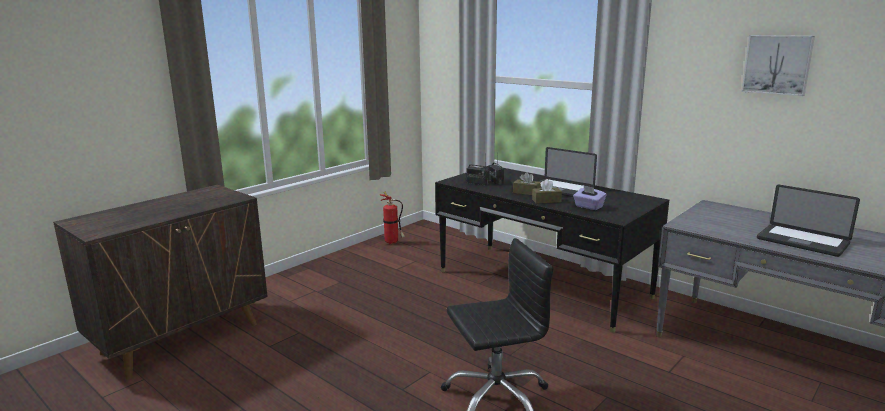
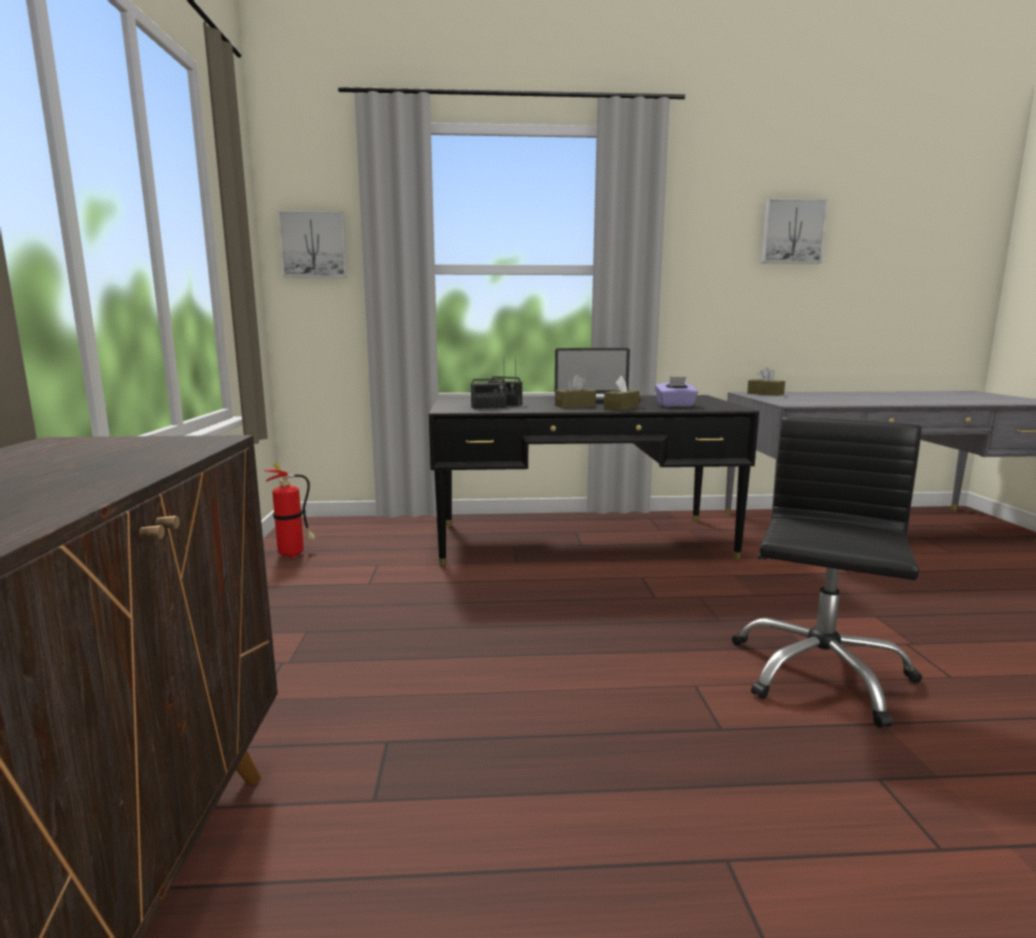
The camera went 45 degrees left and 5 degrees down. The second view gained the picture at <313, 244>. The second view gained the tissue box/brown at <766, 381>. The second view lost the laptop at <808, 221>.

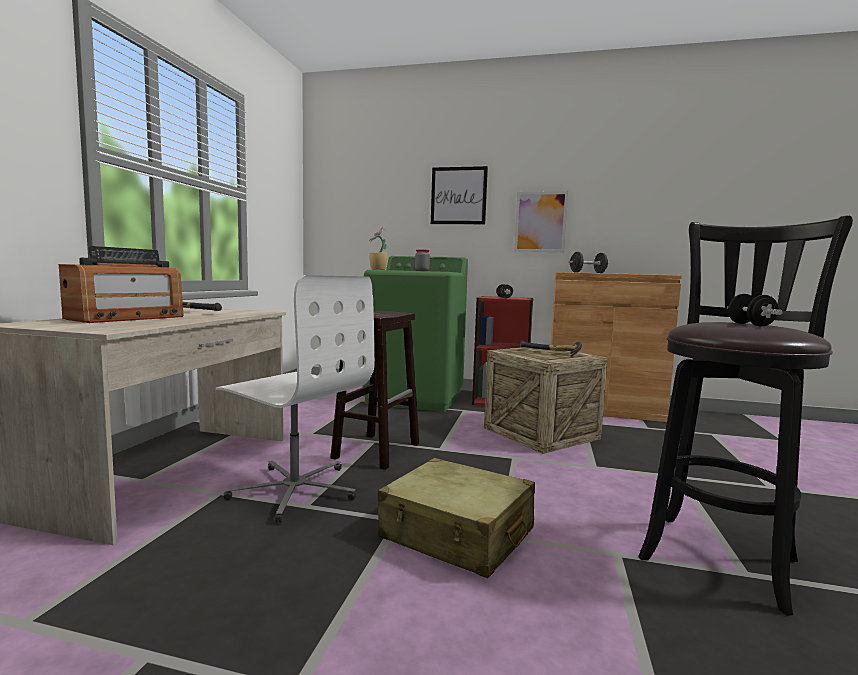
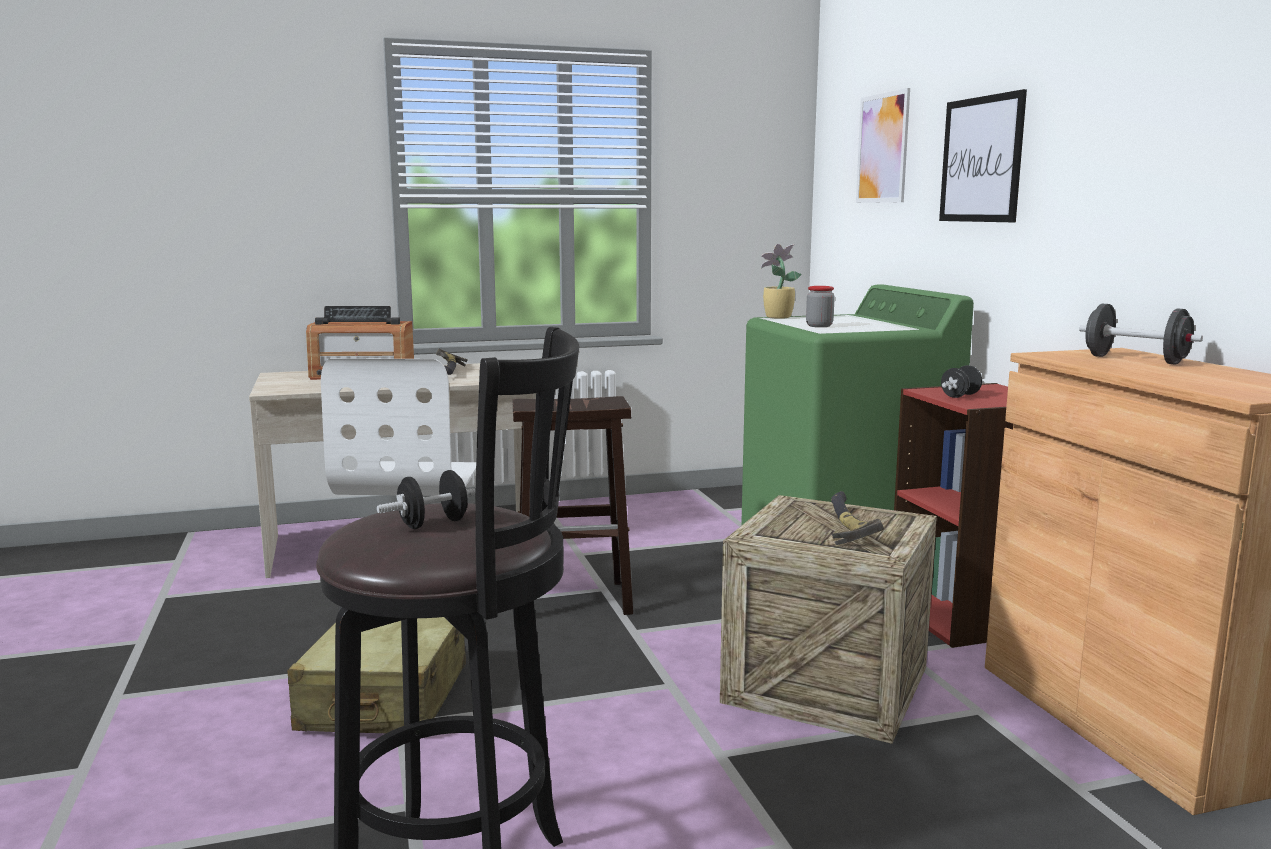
The camera went 60 degrees right and 5 degrees up. The picture ended up elsewhere, having gone from <541, 221> to <883, 145>.

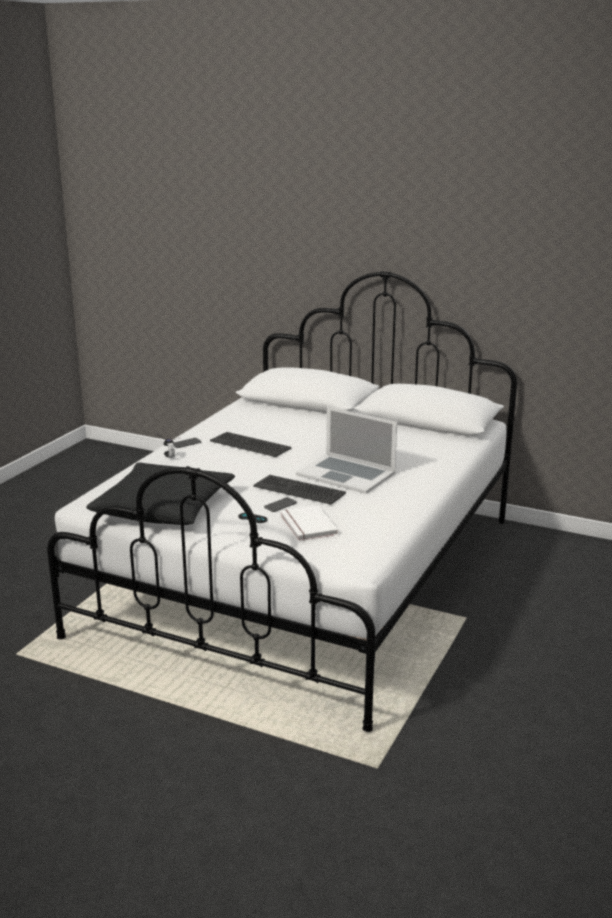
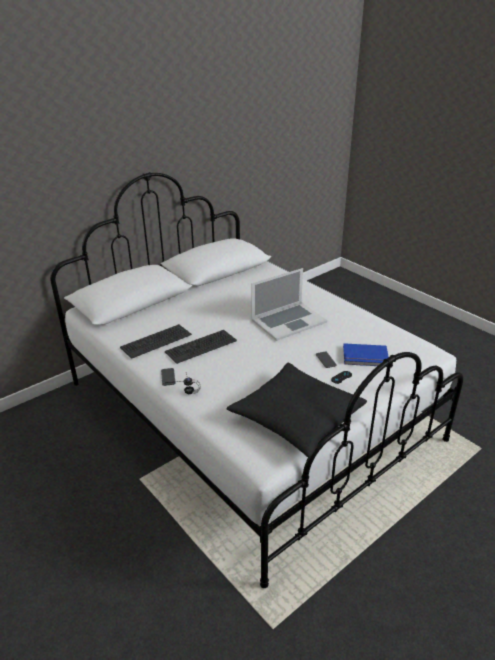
The camera went 65 degrees left and 10 degrees up. The keyboard ended up elsewhere, having gone from <299, 490> to <156, 341>. What was the book/white at <309, 523> turned into the book/blue at <366, 354>.

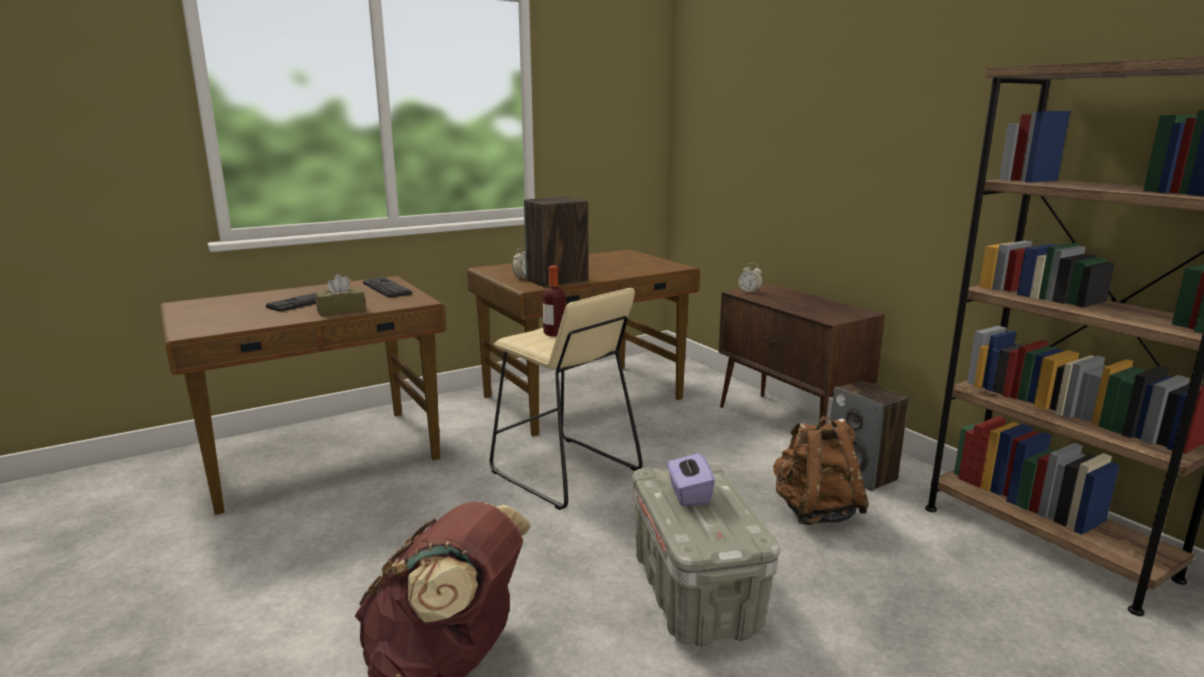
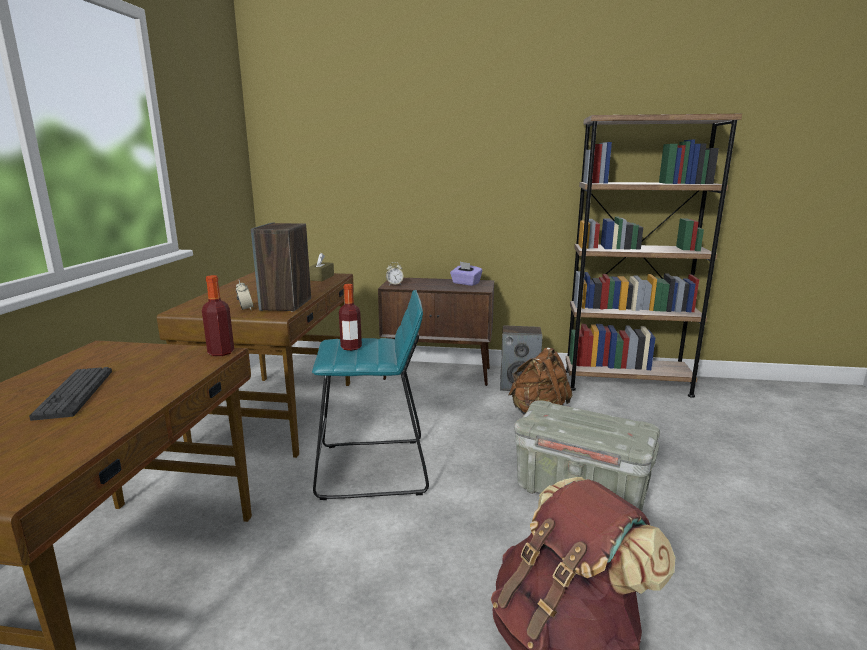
The camera went 50 degrees left and 0 degrees up. The second view gained the bottle at <218, 315>. The tissue box/brown ended up elsewhere, having gone from <340, 295> to <321, 267>. What was the stool/beige at <566, 399> turned into the stool/turquoise at <370, 395>. The tissue box/purple ended up elsewhere, having gone from <691, 478> to <466, 274>. The second view lost the keyboard at <387, 287>.

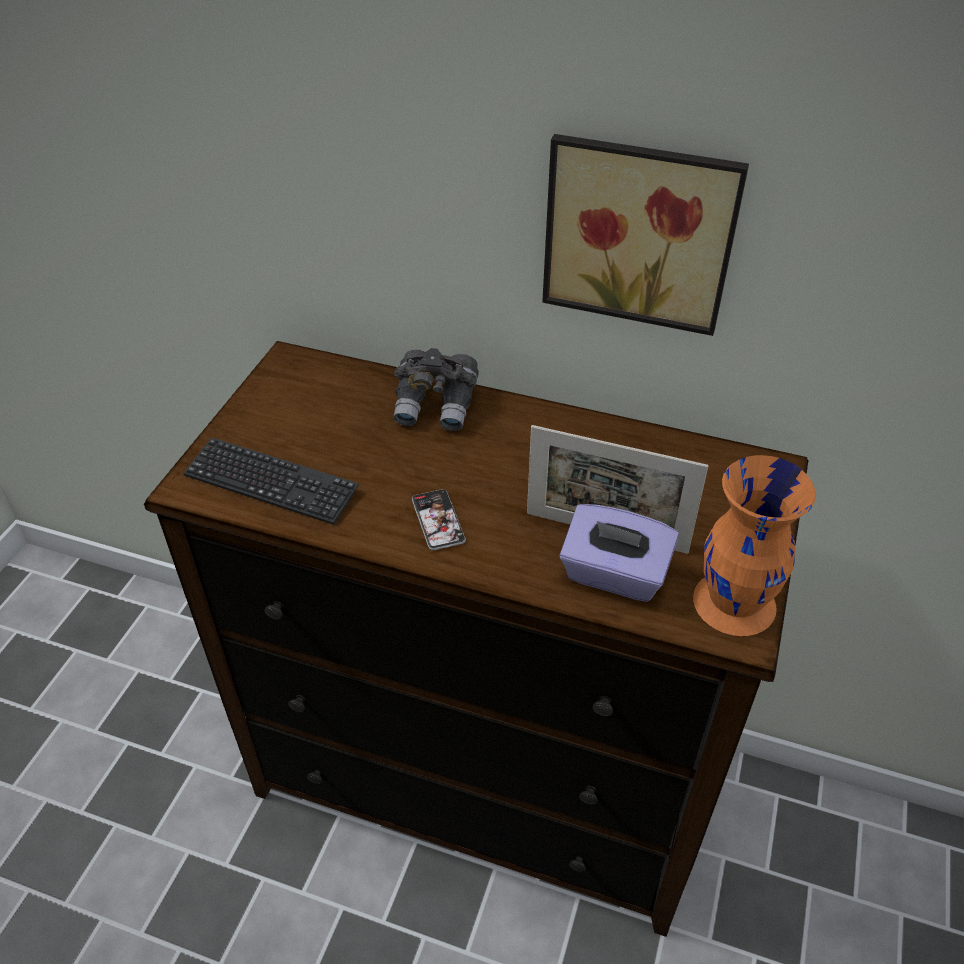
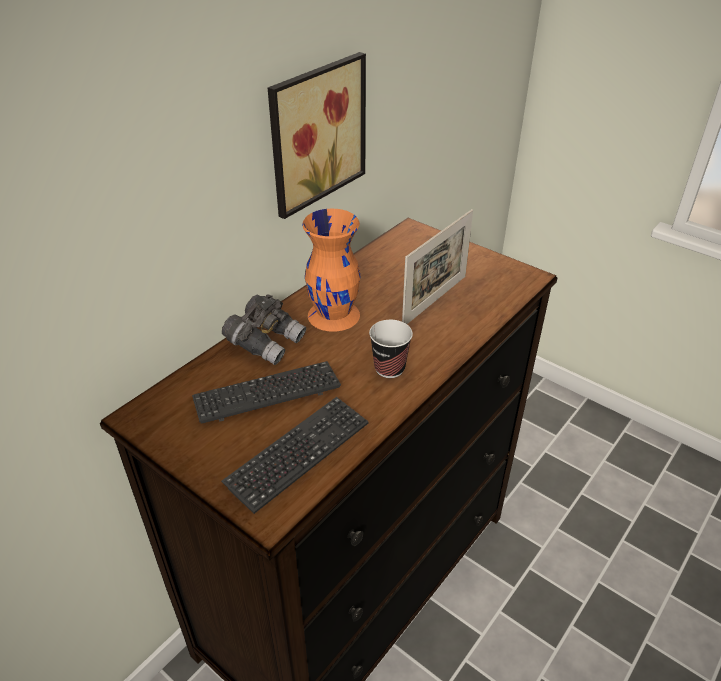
The camera went 70 degrees left and 5 degrees down. The second view gained the keyboard at <266, 392>. The vase/orange ended up elsewhere, having gone from <754, 545> to <331, 270>. Where the phone stood at <439, 519>, the cup came to stand at <391, 349>. The second view lost the tissue box/purple at <619, 553>.

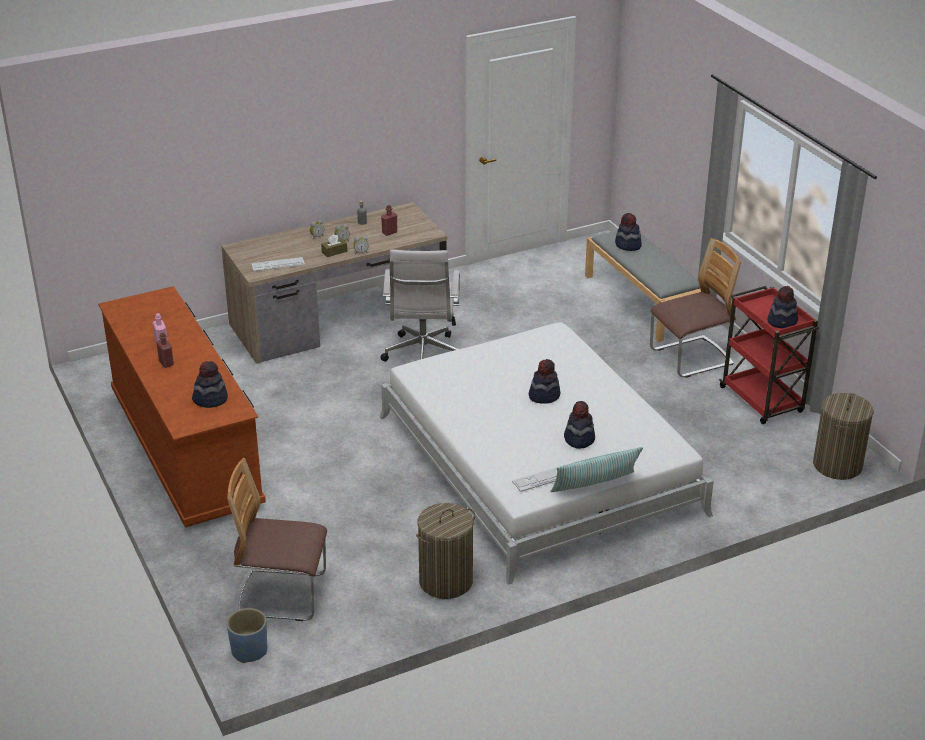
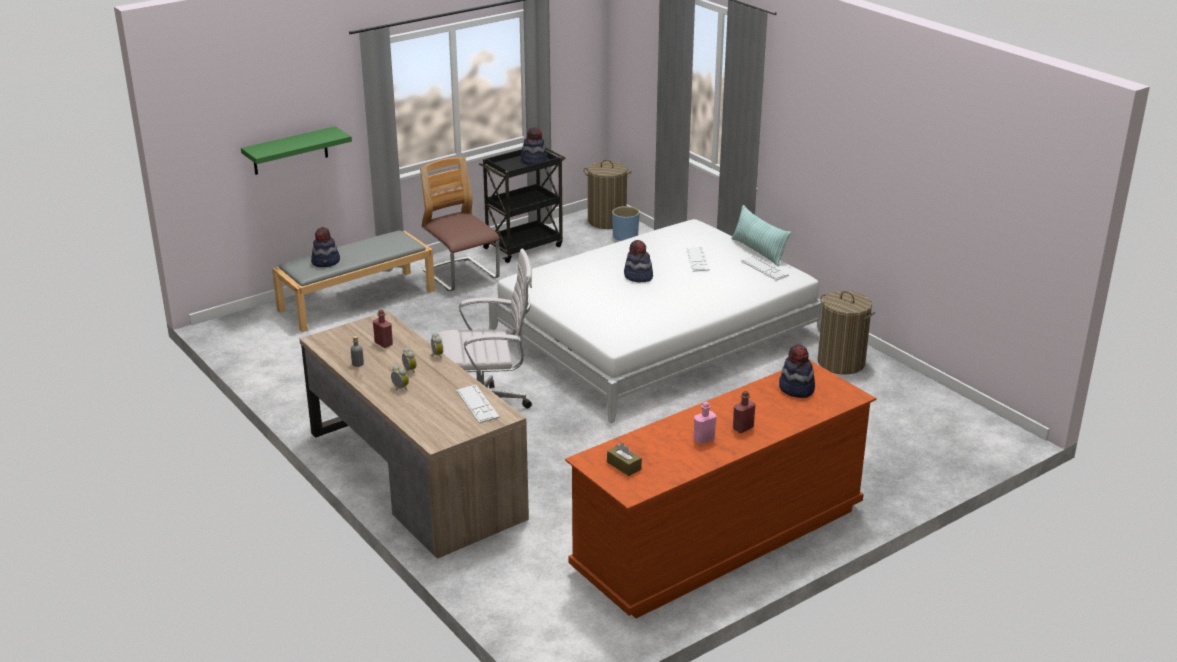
The camera went 100 degrees left and 5 degrees down. The second view gained the shelf/green at <296, 150>. What was the cart/red at <769, 355> turned into the cart/black at <522, 205>. The tissue box/brown ended up elsewhere, having gone from <334, 245> to <624, 459>. The planter/blue ended up elsewhere, having gone from <247, 635> to <626, 223>. Where the hat stood at <579, 425>, the keyboard came to stand at <698, 259>. The second view lost the chair at <277, 539>.

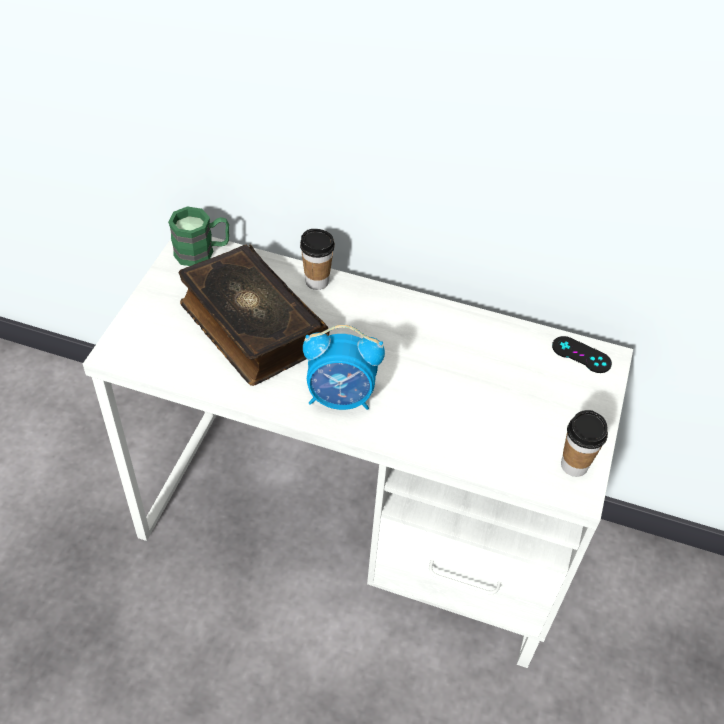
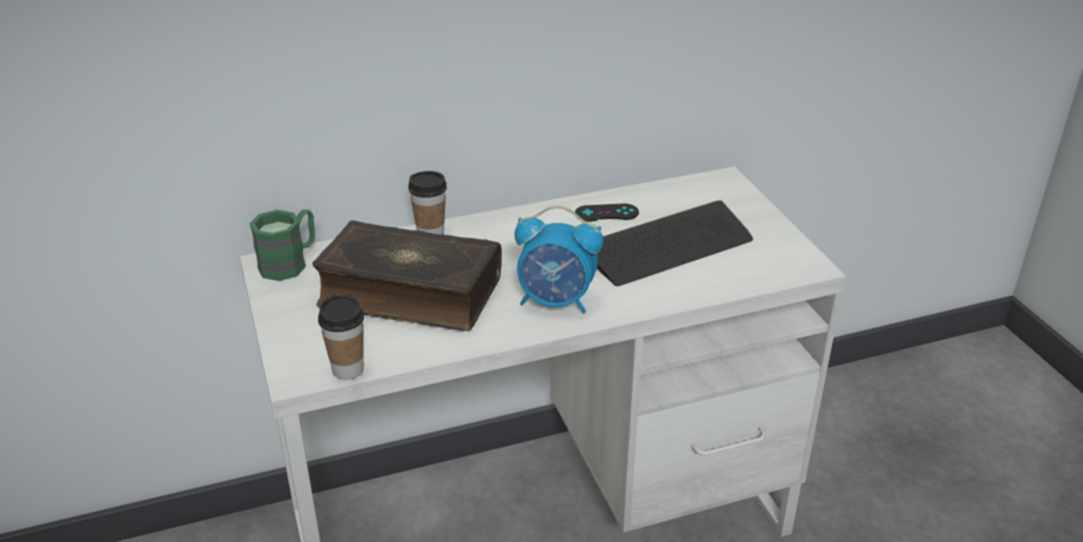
The camera went 35 degrees left and 15 degrees down. The cup ended up elsewhere, having gone from <584, 443> to <341, 337>. The alarm clock at <344, 367> ended up facing another way, 45 degrees clockwise from before. The game controller/black ended up elsewhere, having gone from <582, 354> to <607, 212>. The second view gained the keyboard at <675, 243>.

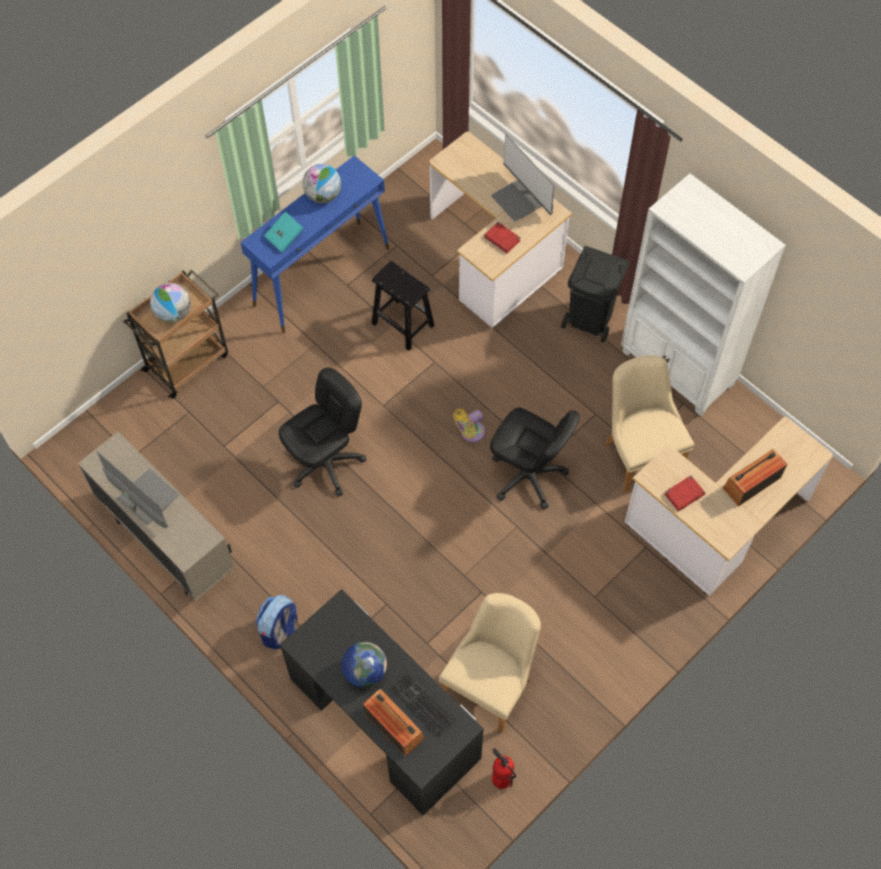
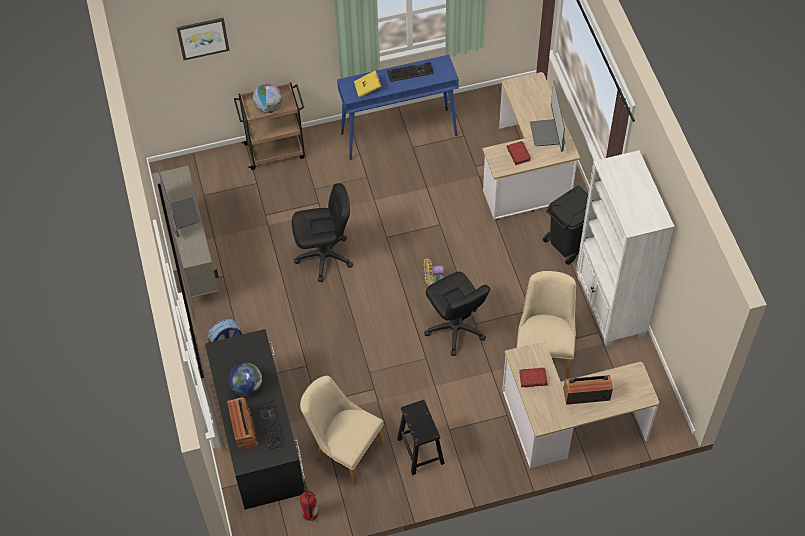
The camera went 30 degrees right and 5 degrees down. The second view gained the picture at <203, 38>. The chair/beige at <490, 663> ended up facing another way, 120 degrees counterclockwise from before. What was the book/turquoise at <284, 232> turned into the book/yellow at <367, 84>. Where the globe stood at <321, 183>, the keyboard came to stand at <410, 72>. The stool/black ended up elsewhere, having gone from <403, 306> to <421, 437>.

